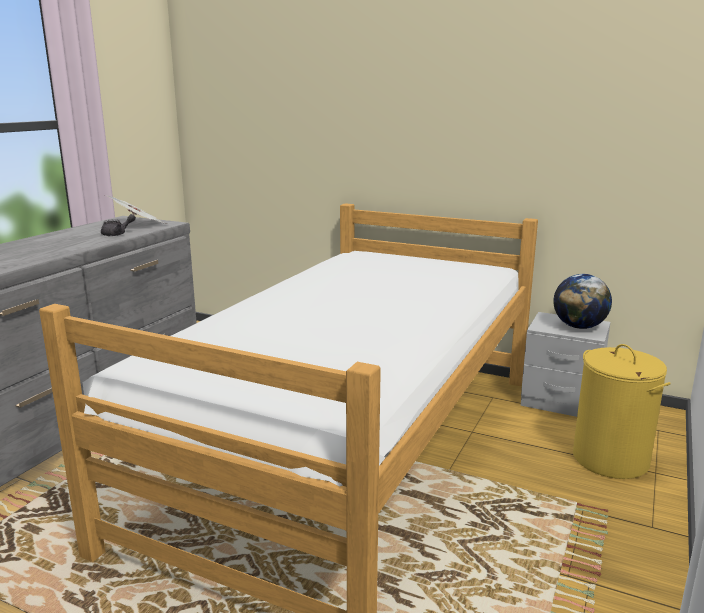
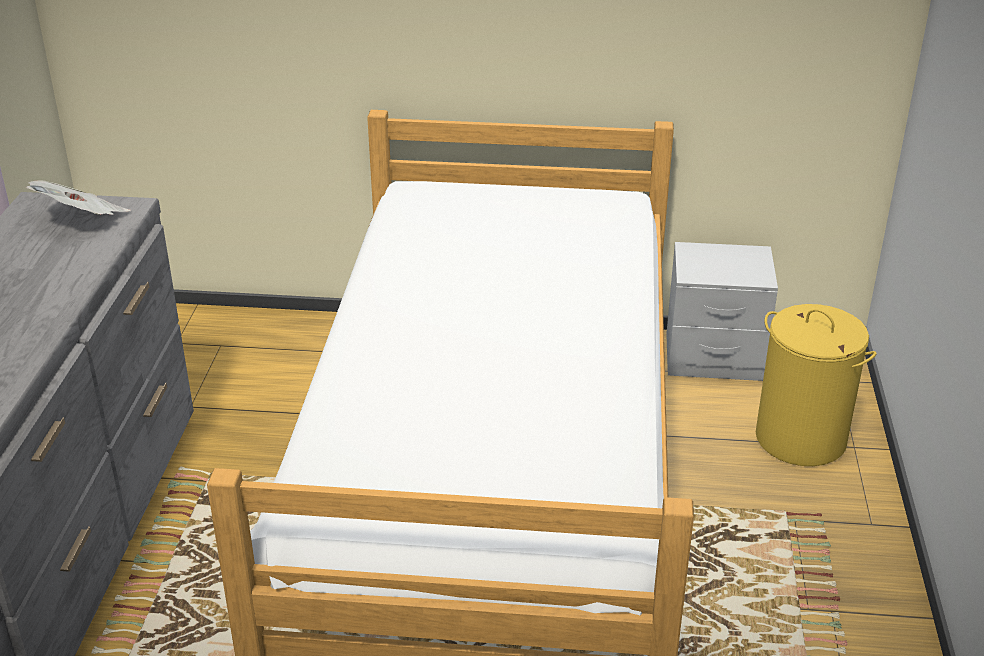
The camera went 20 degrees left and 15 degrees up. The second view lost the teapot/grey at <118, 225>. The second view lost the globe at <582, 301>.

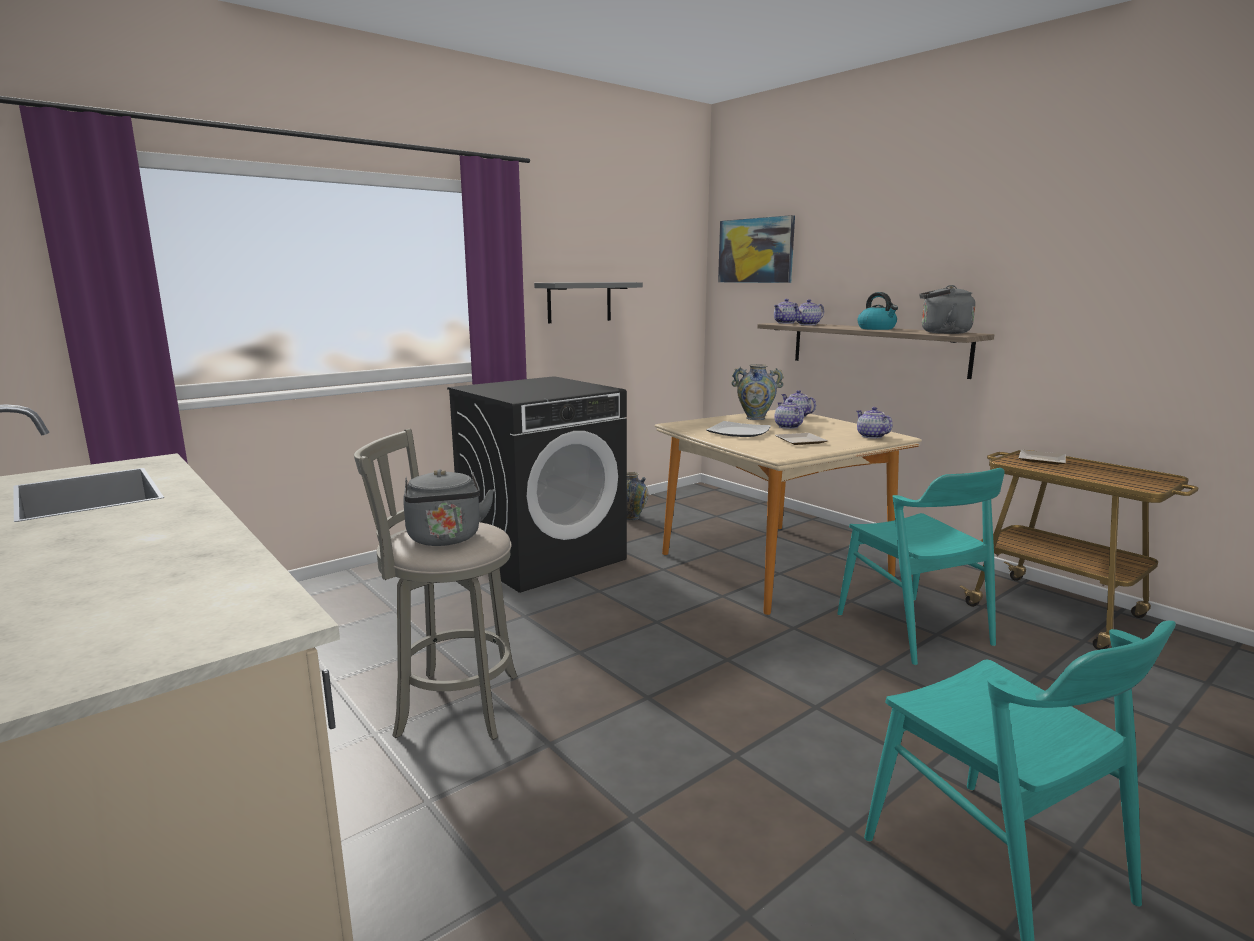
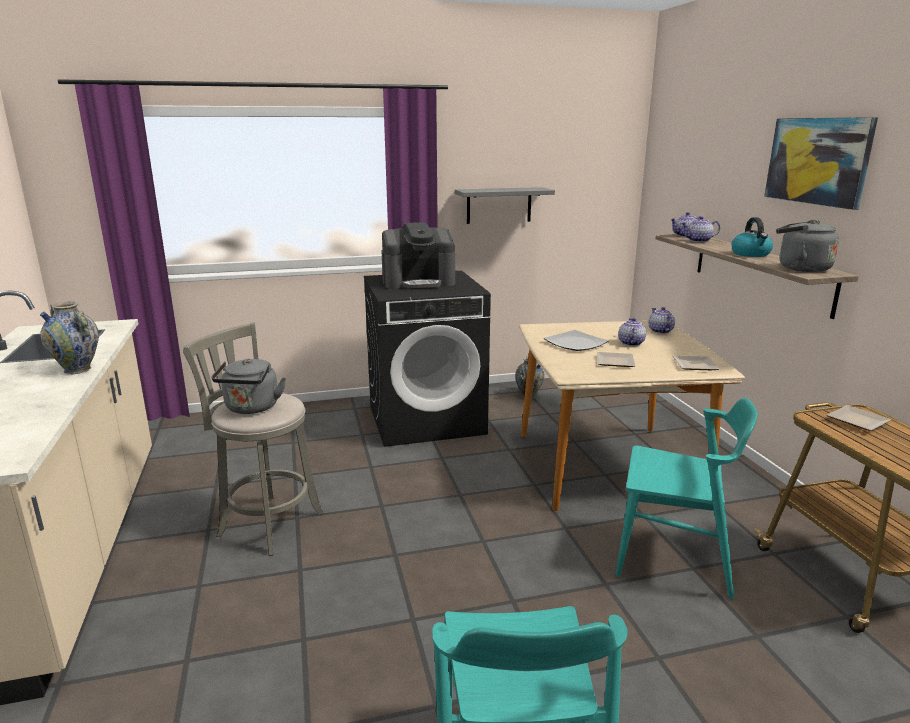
The camera went 25 degrees right and 5 degrees up. The vase ended up elsewhere, having gone from <758, 392> to <69, 338>. The second view gained the coffee machine at <418, 256>. The chair/turquoise at <921, 566> ended up facing another way, 75 degrees counterclockwise from before. Where the teapot stood at <875, 423>, the plate came to stand at <696, 363>. The picture ended up elsewhere, having gone from <756, 249> to <821, 163>.

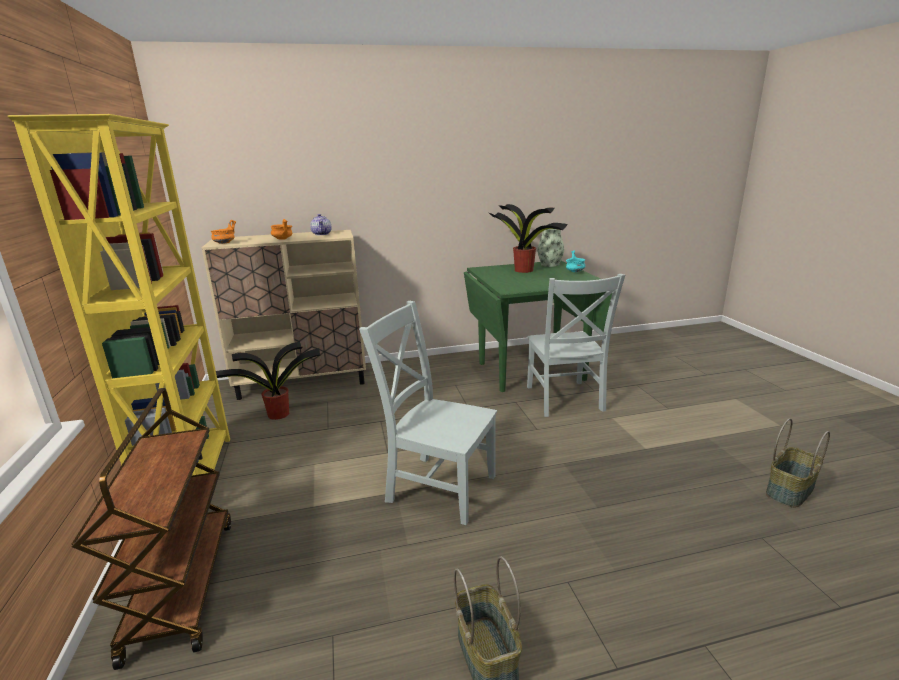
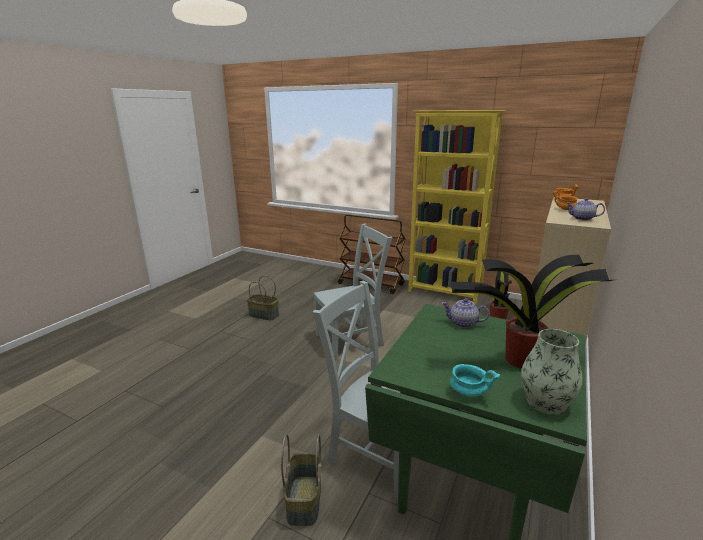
The camera went 130 degrees right and 0 degrees up. The basket ended up elsewhere, having gone from <798, 463> to <301, 480>. The second view gained the teapot at <465, 313>.

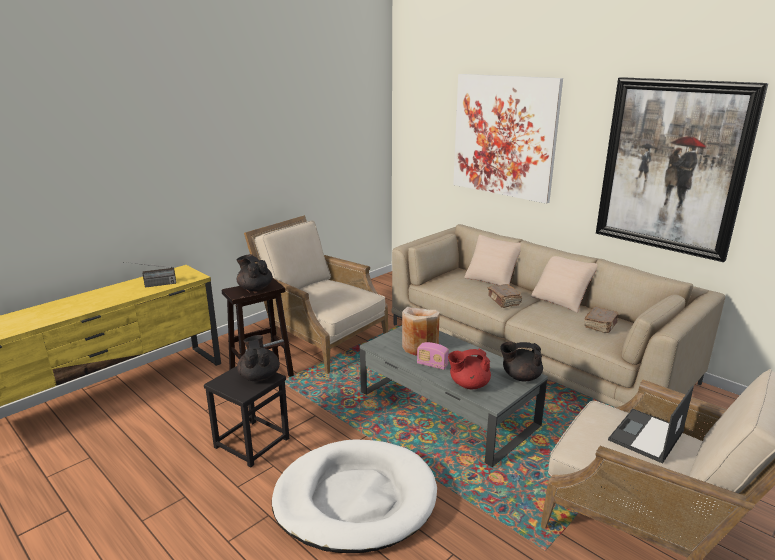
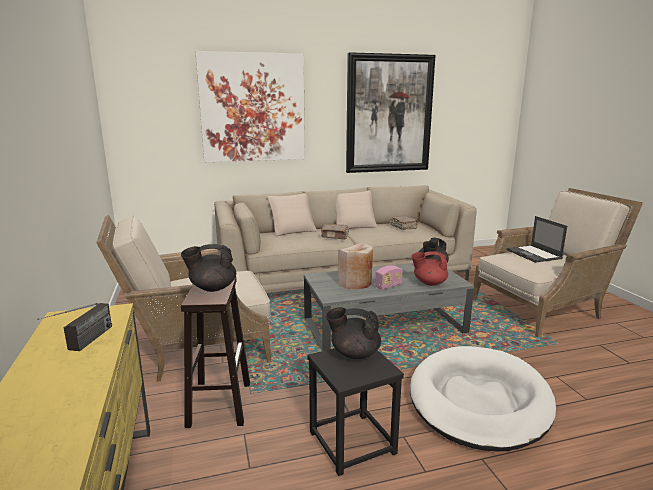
The camera went 60 degrees left and 5 degrees down. The teapot/red at <469, 369> ended up facing another way, 75 degrees clockwise from before.

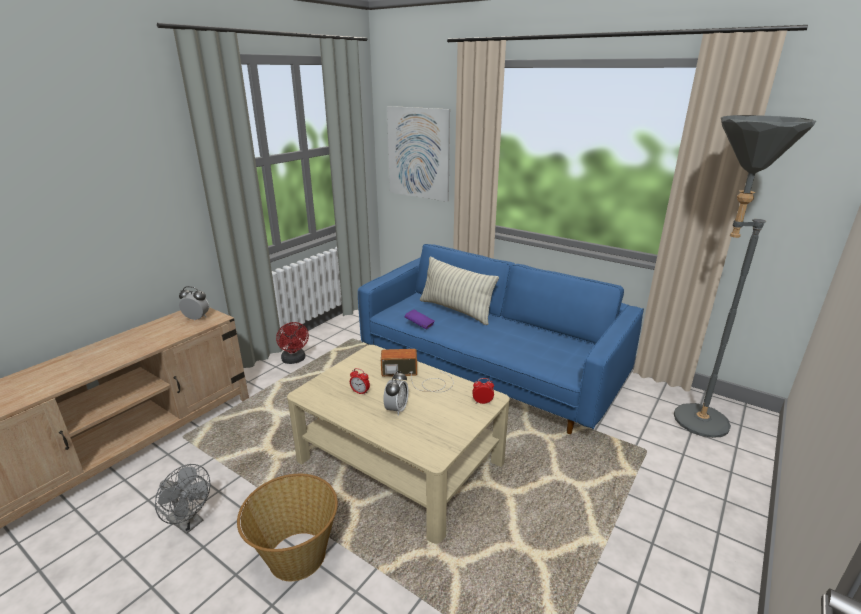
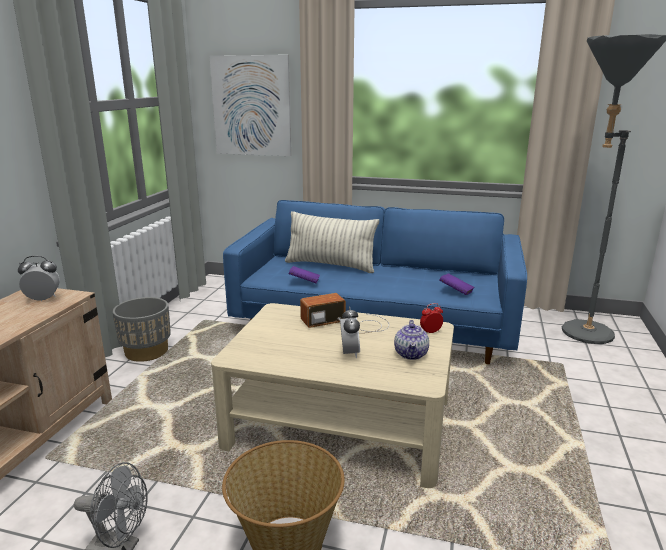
The camera went 20 degrees left and 5 degrees down. Where the fan/red stood at <292, 343>, the planter/grey came to stand at <142, 329>. The second view gained the teapot at <411, 340>. The second view gained the book/purple at <457, 284>. The second view lost the alarm clock at <360, 381>.

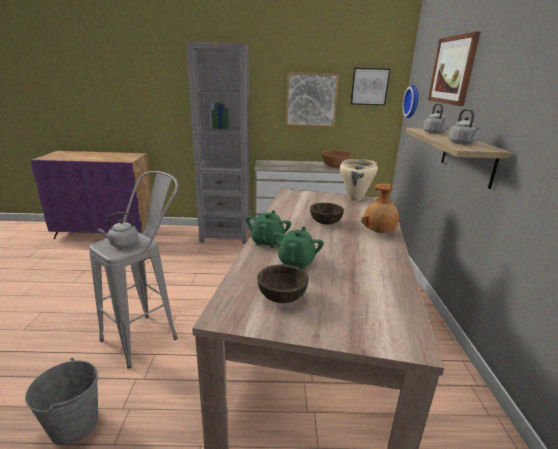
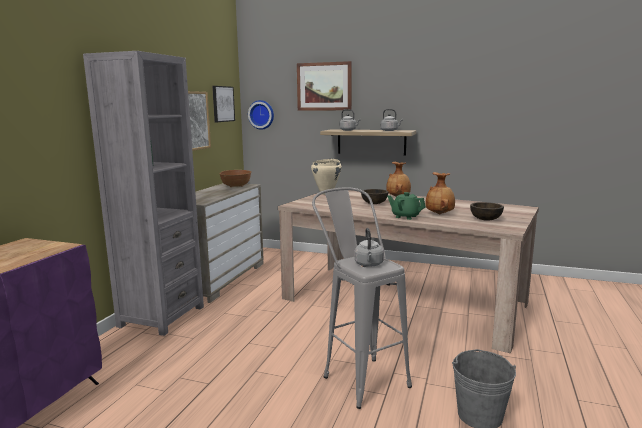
The camera went 70 degrees left and 10 degrees down. Where the teapot/green stood at <298, 248>, the vase/brown came to stand at <440, 193>.

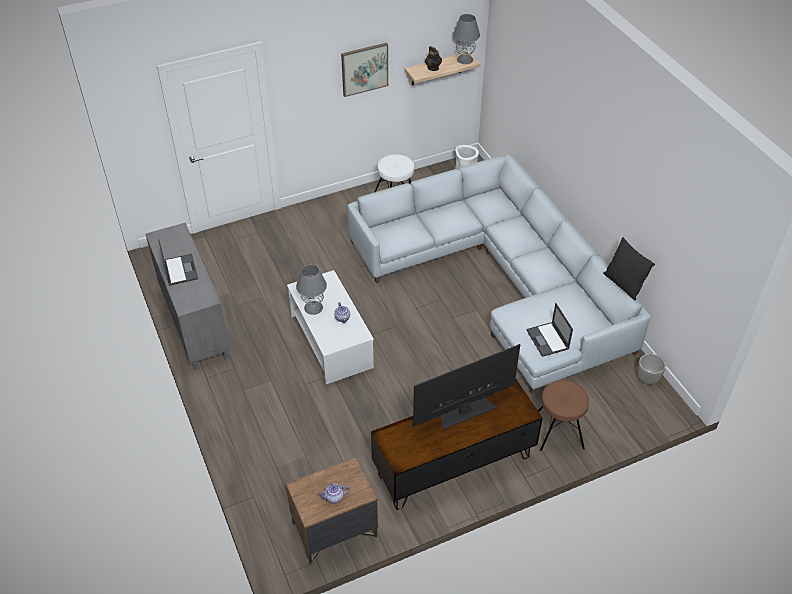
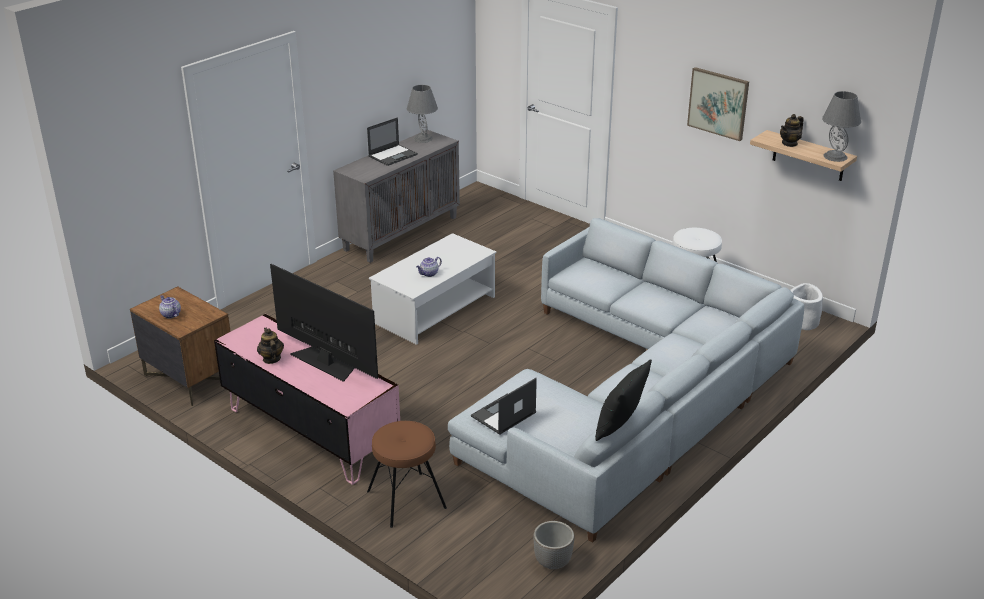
The camera went 65 degrees right and 15 degrees down. What was the tv stand/brown at <457, 444> turned into the tv stand/pink at <307, 399>. The second view gained the teapot at <270, 346>. The table lamp/grey ended up elsewhere, having gone from <311, 290> to <422, 114>.

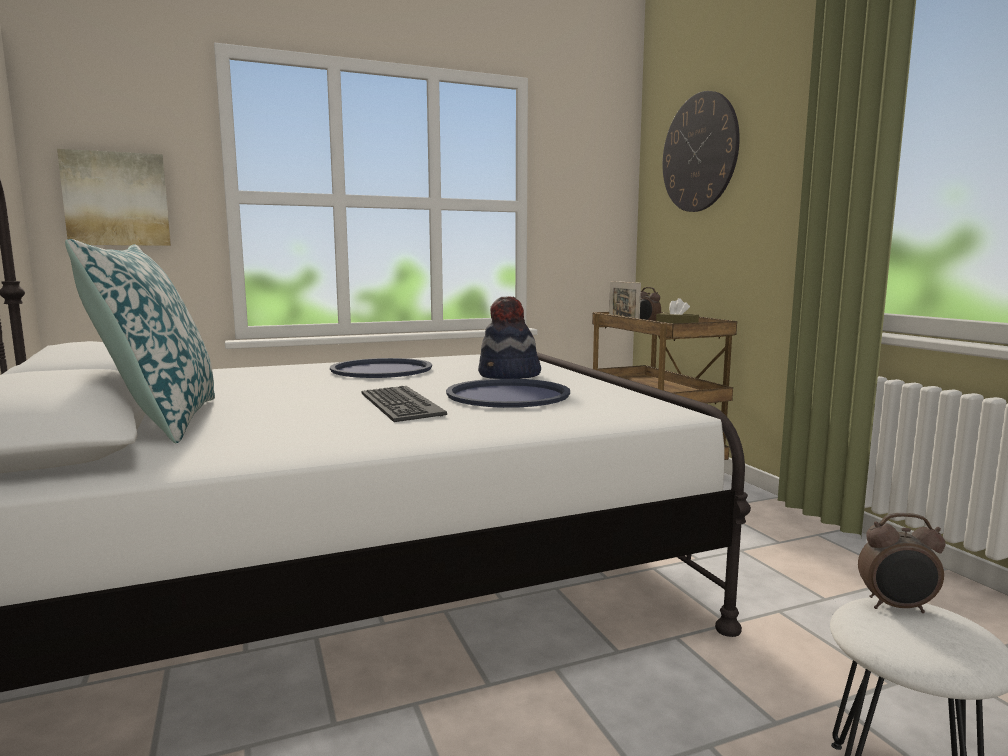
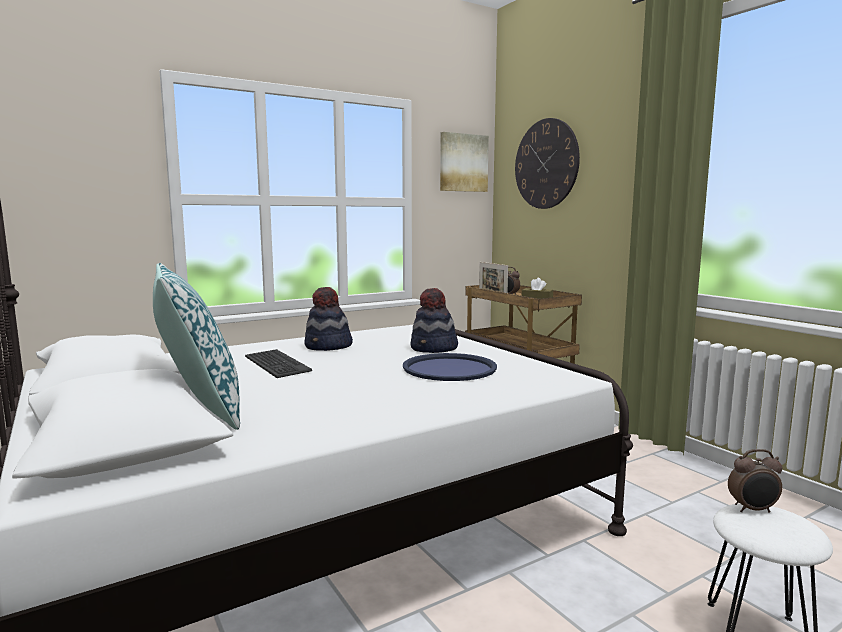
The camera went 10 degrees left and 0 degrees up. The keyboard ended up elsewhere, having gone from <404, 404> to <278, 363>. Where the tray/blue stood at <381, 368>, the hat came to stand at <328, 319>. The picture ended up elsewhere, having gone from <114, 197> to <464, 162>.

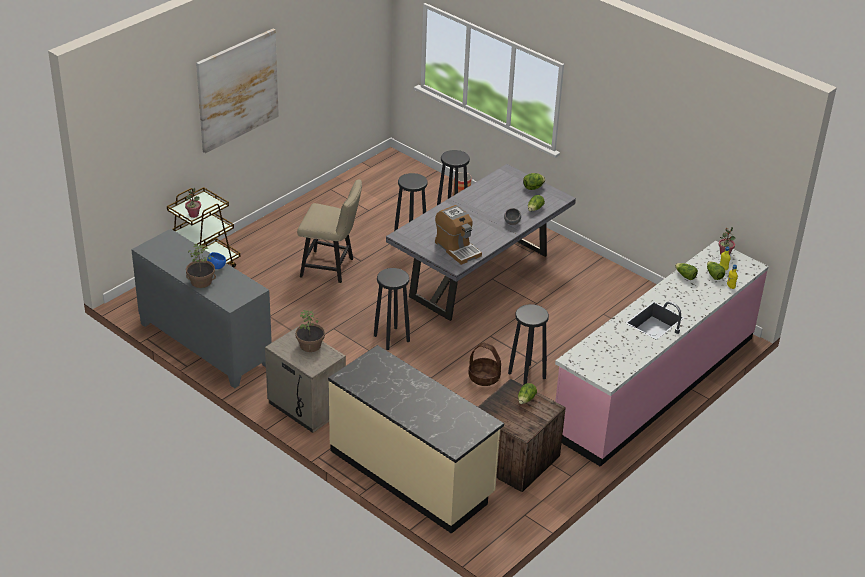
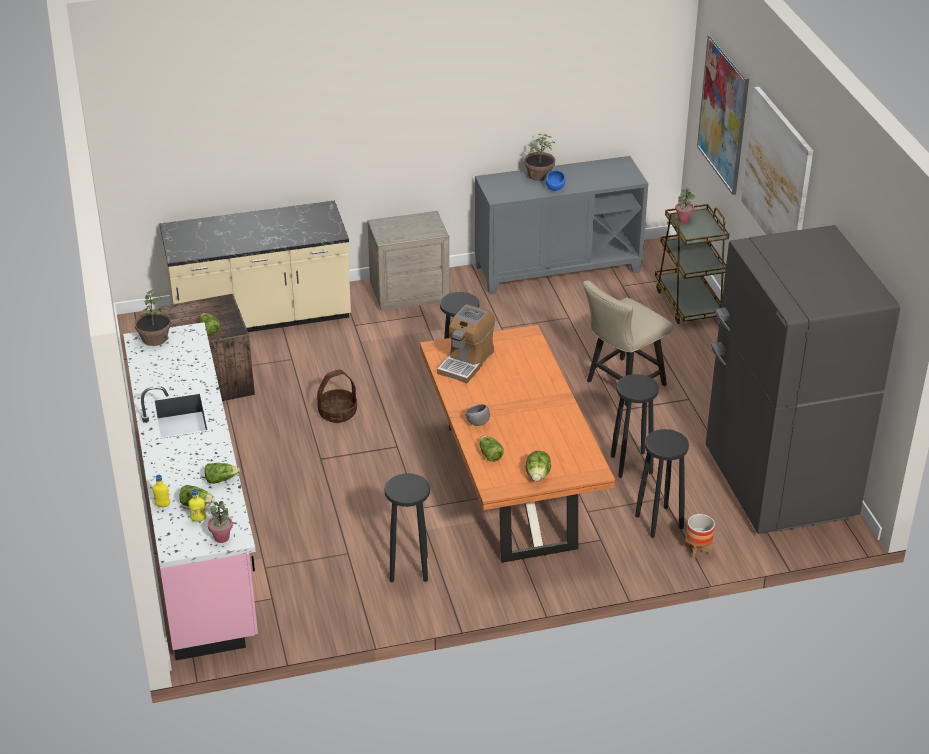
The camera went 125 degrees right and 0 degrees up. The potted plant ended up elsewhere, having gone from <310, 331> to <152, 318>. The stool/black ended up elsewhere, having gone from <528, 344> to <407, 527>. What was the dining table/grey at <481, 242> turned into the dining table/orange at <517, 444>. The coffee machine at <458, 235> ended up facing another way, 60 degrees counterclockwise from before. The second view gained the picture at <723, 114>. The second view gained the fridge/grey at <803, 379>.

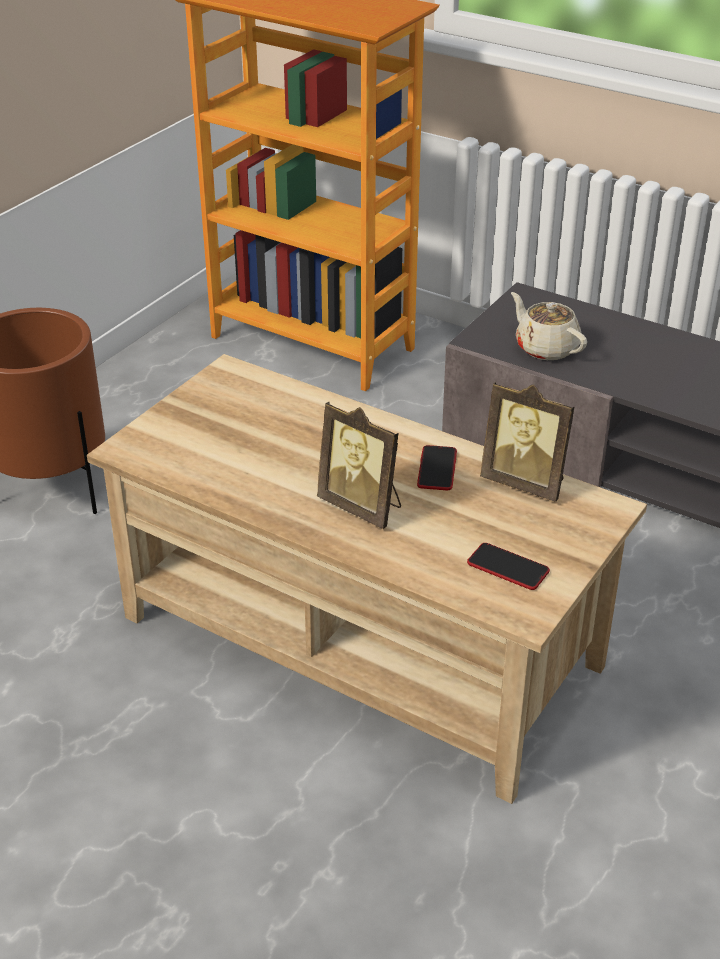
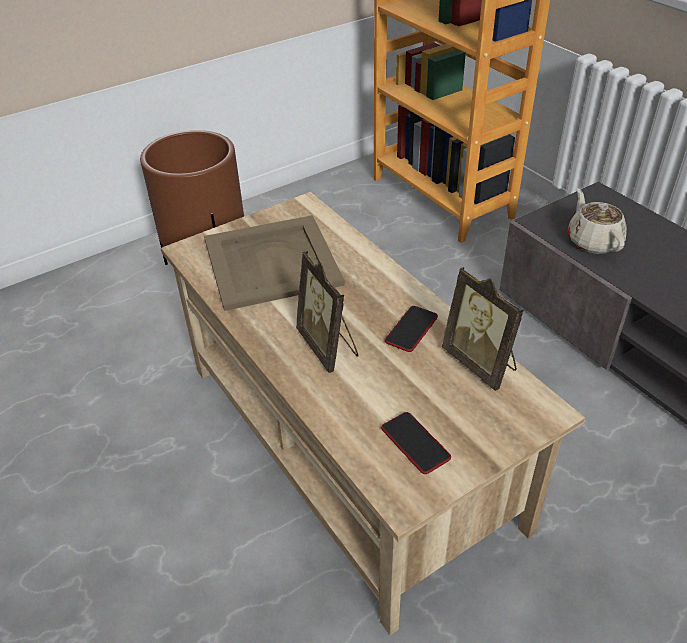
The camera went 25 degrees right and 5 degrees up. The second view gained the tray/beige at <274, 263>.

